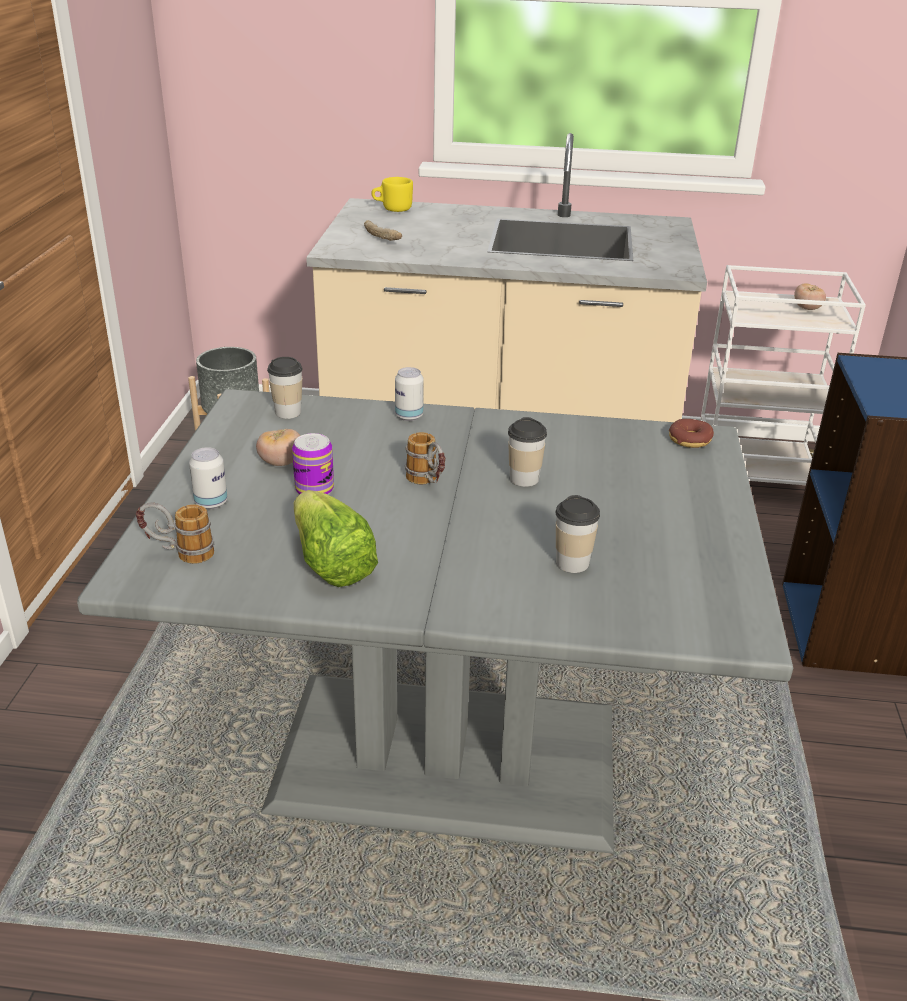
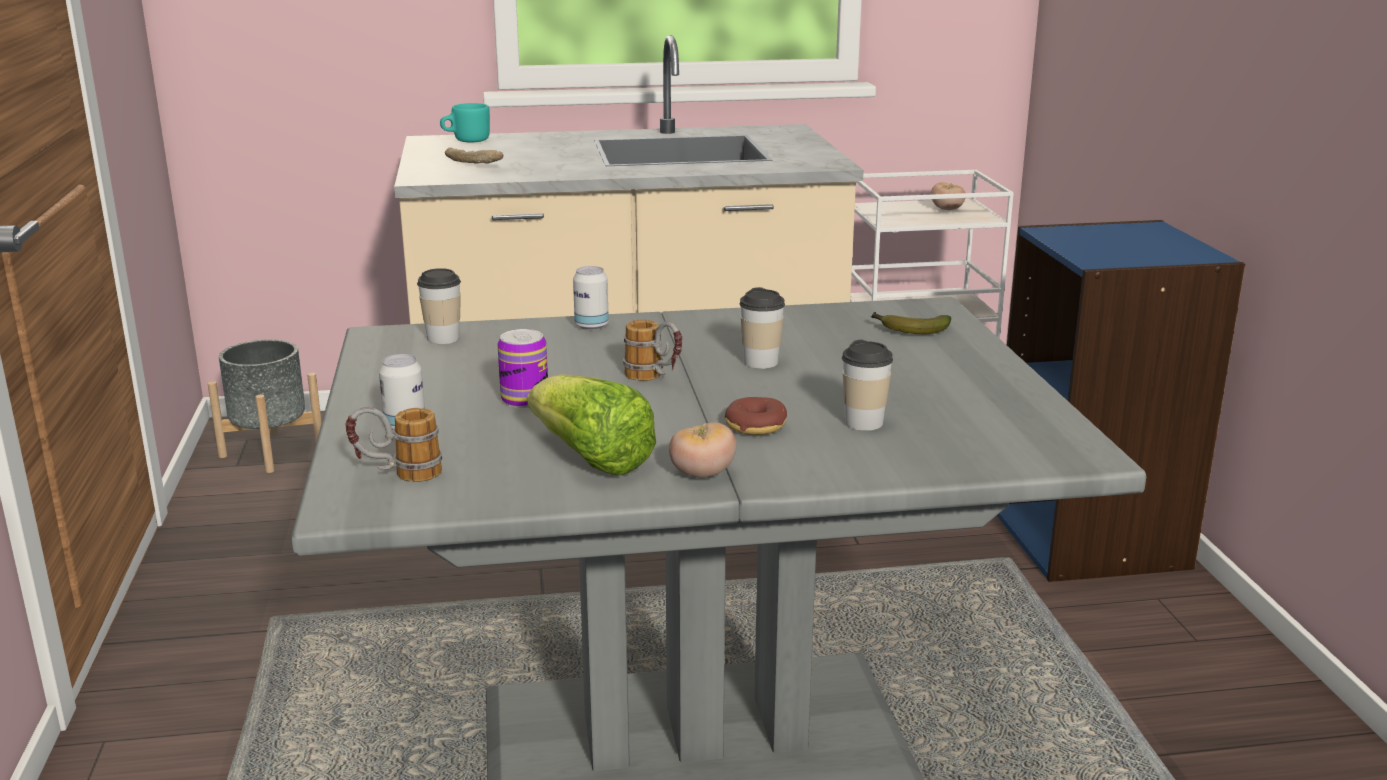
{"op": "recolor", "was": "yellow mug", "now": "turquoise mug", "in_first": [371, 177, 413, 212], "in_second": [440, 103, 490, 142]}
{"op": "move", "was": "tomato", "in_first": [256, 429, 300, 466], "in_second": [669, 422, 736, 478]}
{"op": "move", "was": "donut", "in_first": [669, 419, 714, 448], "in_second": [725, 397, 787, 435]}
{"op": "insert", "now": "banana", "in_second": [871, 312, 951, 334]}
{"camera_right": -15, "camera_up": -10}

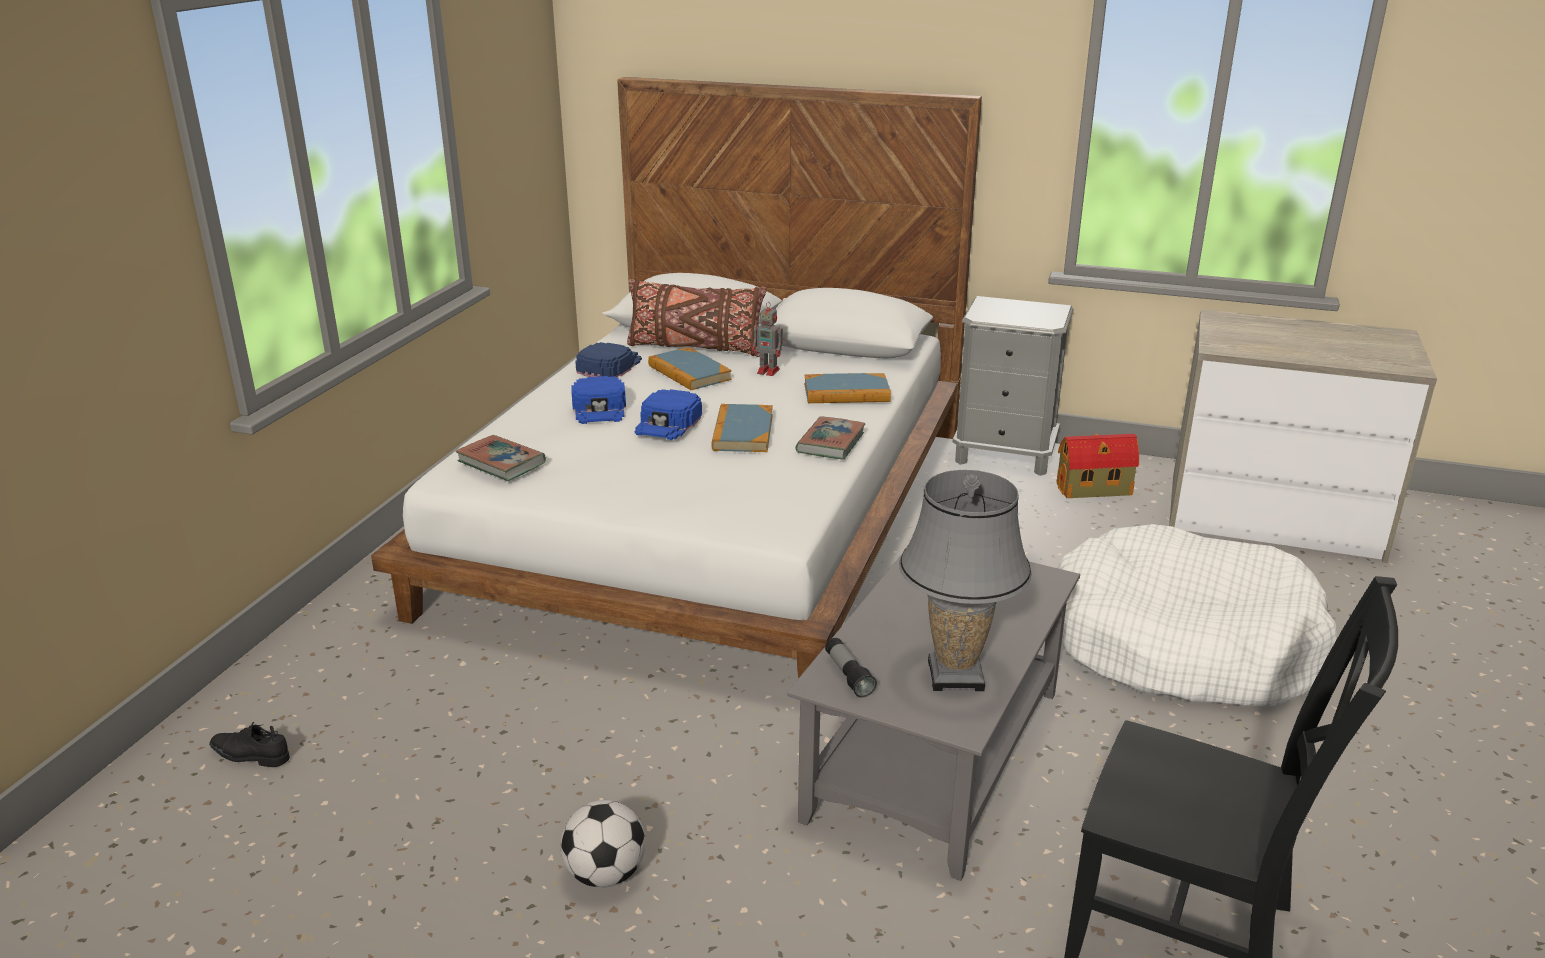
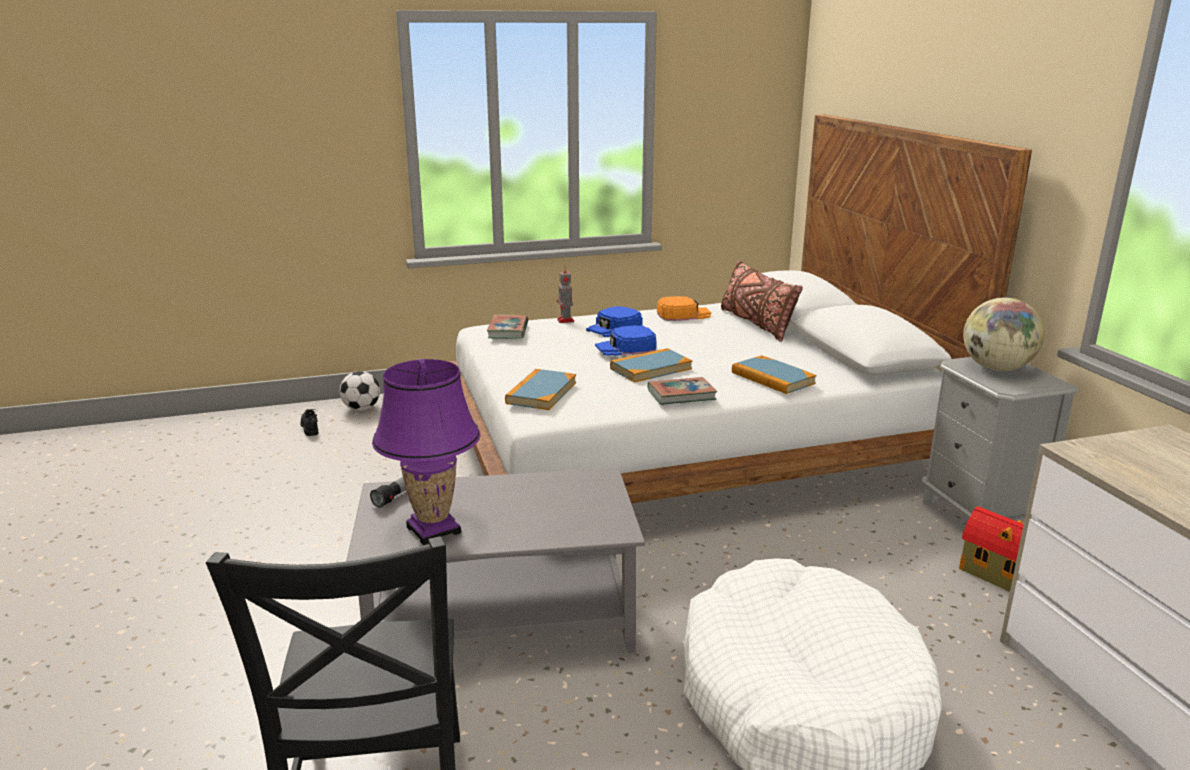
{"op": "move", "was": "football", "in_first": [561, 800, 646, 888], "in_second": [339, 371, 380, 411]}
{"op": "recolor", "was": "grey table lamp", "now": "purple table lamp", "in_first": [899, 470, 1032, 691], "in_second": [372, 359, 480, 545]}
{"op": "move", "was": "book", "in_first": [648, 347, 732, 390], "in_second": [505, 369, 576, 410]}
{"op": "move", "was": "toy robot", "in_first": [752, 302, 786, 376], "in_second": [557, 267, 575, 323]}
{"op": "recolor", "was": "blue cap", "now": "orange cap", "in_first": [575, 342, 642, 377], "in_second": [657, 296, 711, 321]}
{"op": "insert", "now": "globe", "in_second": [963, 297, 1044, 371]}
{"camera_right": 55, "camera_up": -5}

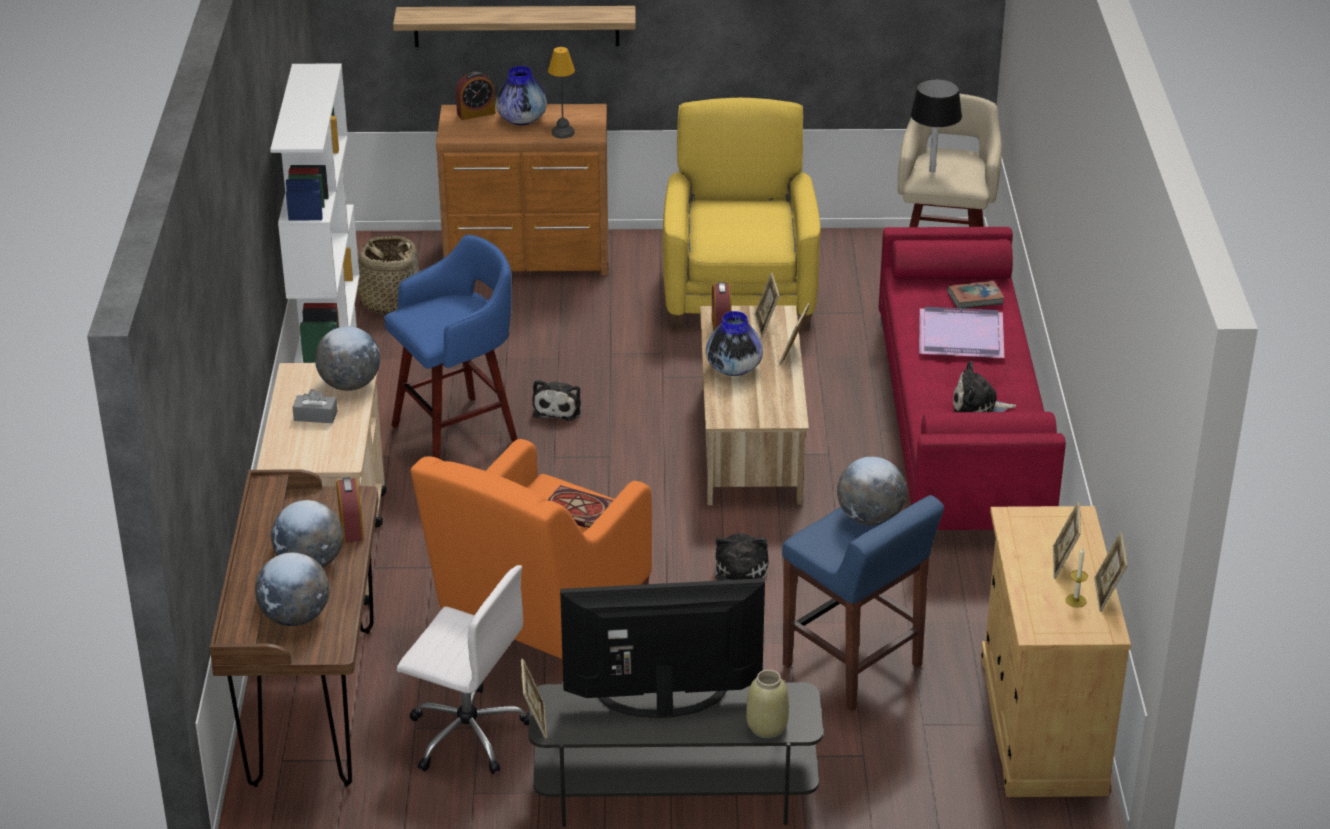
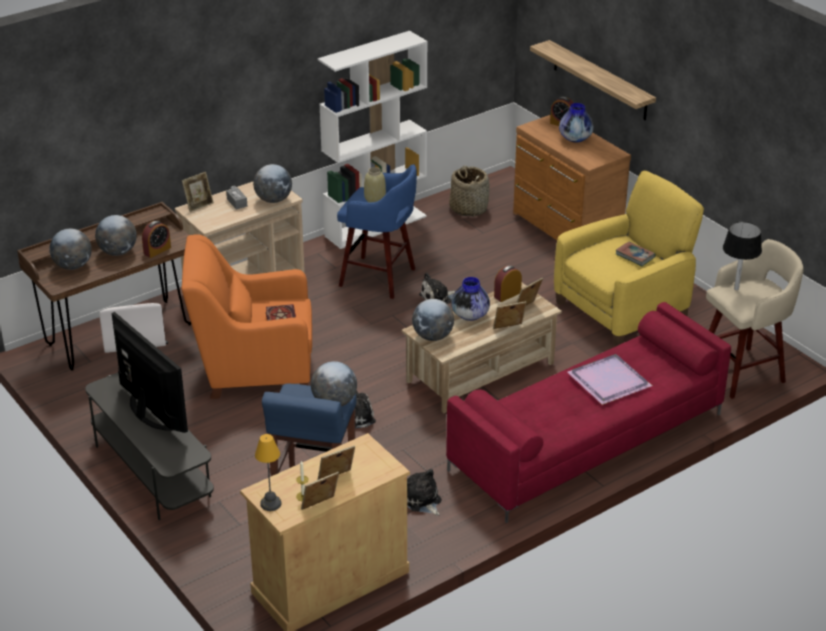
{"op": "move", "was": "picture frame", "in_first": [521, 658, 547, 739], "in_second": [182, 172, 214, 212]}
{"op": "move", "was": "table lamp", "in_first": [548, 47, 575, 139], "in_second": [255, 434, 282, 511]}
{"op": "move", "was": "beige vase", "in_first": [747, 670, 789, 738], "in_second": [364, 167, 386, 202]}
{"op": "move", "was": "plush toy", "in_first": [953, 361, 1016, 412], "in_second": [407, 469, 441, 516]}
{"op": "insert", "now": "globe", "in_second": [412, 299, 454, 341]}
{"op": "move", "was": "book", "in_first": [947, 281, 1004, 308], "in_second": [616, 242, 656, 266]}
{"camera_right": 55, "camera_up": 0}

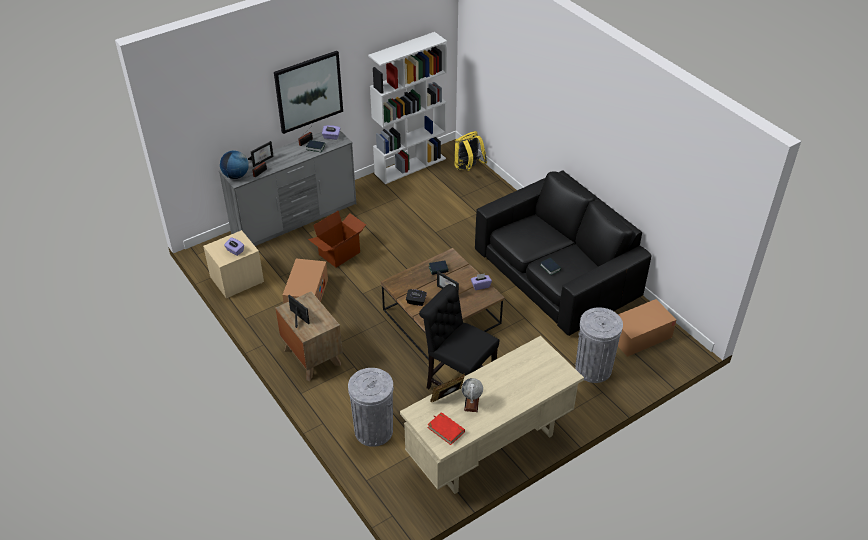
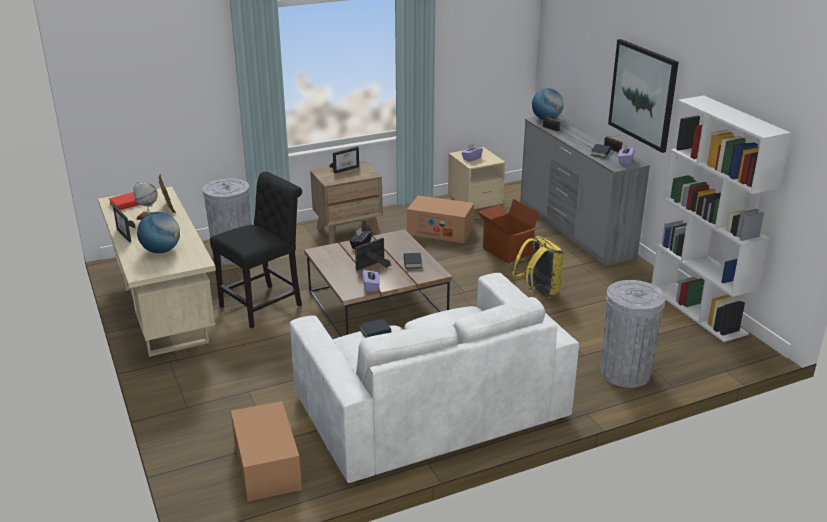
{"op": "move", "was": "picture frame", "in_first": [248, 141, 274, 167], "in_second": [113, 205, 135, 243]}
{"op": "insert", "now": "globe", "in_second": [137, 212, 180, 253]}
{"op": "recolor", "was": "black sofa", "now": "white sofa", "in_first": [475, 170, 652, 336], "in_second": [290, 273, 579, 483]}
{"op": "move", "was": "yellow backpack", "in_first": [454, 131, 487, 171], "in_second": [512, 236, 564, 298]}
{"op": "move", "was": "grey trash can", "in_first": [575, 307, 623, 383], "in_second": [601, 280, 666, 388]}
{"camera_right": 100, "camera_up": -15}

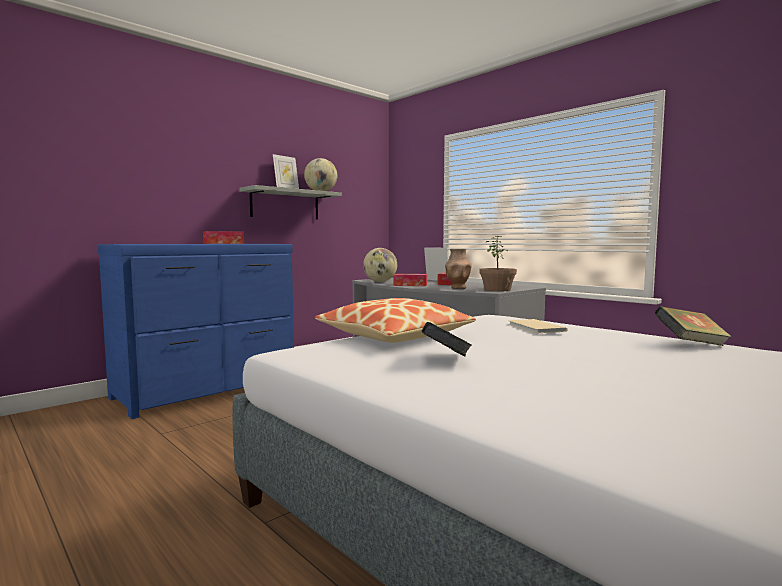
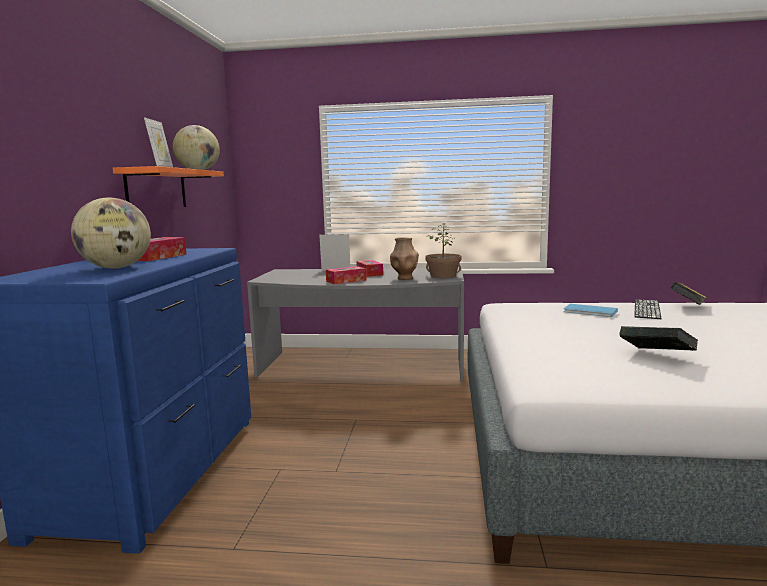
{"op": "move", "was": "globe", "in_first": [363, 248, 397, 282], "in_second": [71, 198, 151, 269]}
{"op": "recolor", "was": "grey shelf", "now": "orange shelf", "in_first": [239, 185, 342, 220], "in_second": [113, 166, 224, 207]}
{"op": "recolor", "was": "beige book", "now": "blue book", "in_first": [508, 319, 567, 333], "in_second": [563, 304, 618, 317]}
{"op": "insert", "now": "keyboard", "in_second": [634, 300, 661, 319]}
{"op": "delete", "was": "pillow", "in_first": [315, 298, 476, 343]}
{"camera_right": -40, "camera_up": 5}

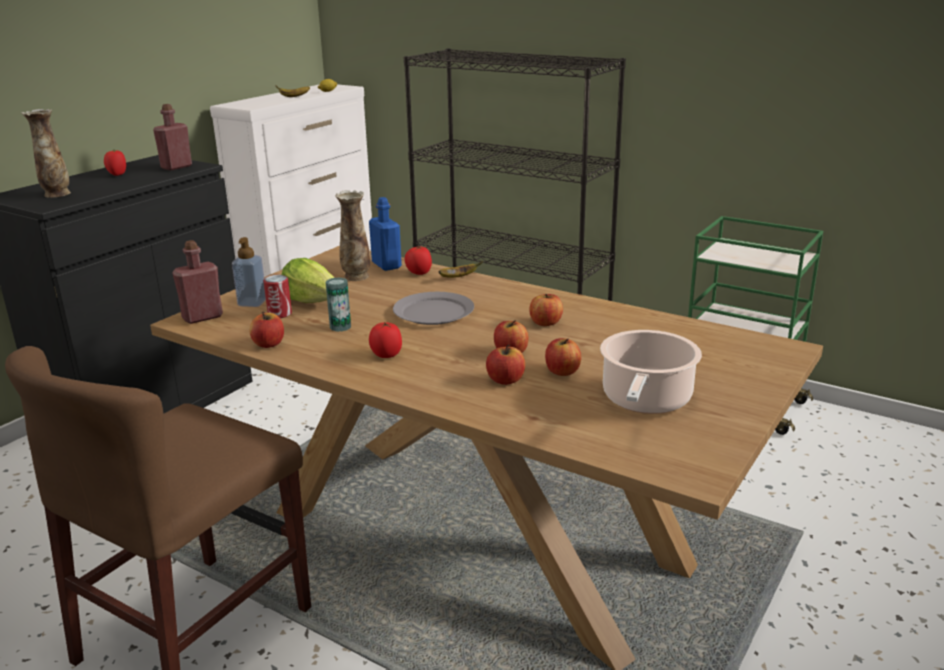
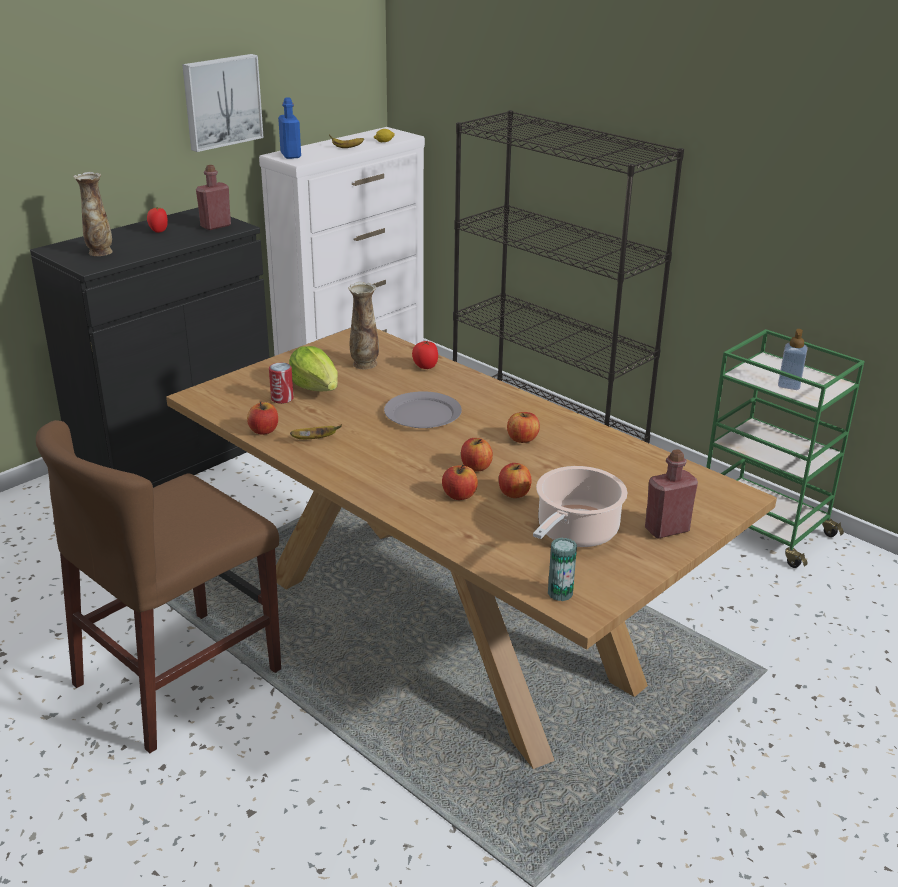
{"op": "insert", "now": "picture", "in_second": [182, 54, 264, 152]}
{"op": "move", "was": "blue bottle", "in_first": [369, 197, 402, 271], "in_second": [278, 97, 301, 159]}
{"op": "move", "was": "banana", "in_first": [439, 261, 483, 278], "in_second": [290, 425, 342, 439]}
{"op": "move", "was": "can", "in_first": [326, 277, 351, 332], "in_second": [548, 538, 577, 601]}
{"op": "move", "was": "red bottle", "in_first": [172, 240, 223, 324], "in_second": [645, 449, 698, 539]}
{"op": "move", "was": "soap dispenser", "in_first": [232, 237, 266, 307], "in_second": [778, 329, 808, 390]}
{"op": "delete", "was": "tomato", "in_first": [369, 322, 402, 358]}
{"camera_right": 10, "camera_up": 5}

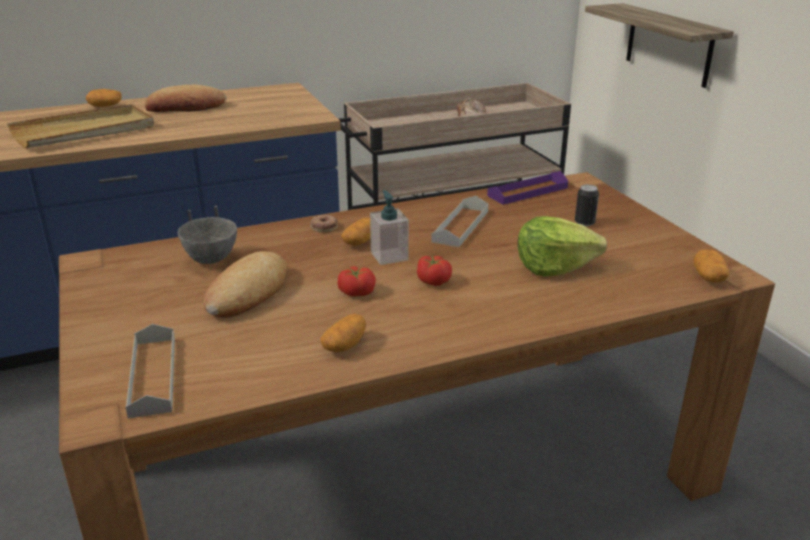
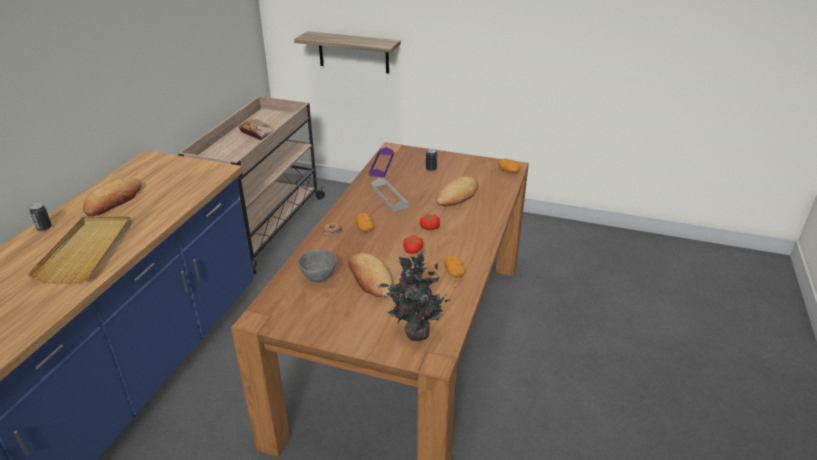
{"op": "replace", "was": "potato", "now": "can", "in_first": [86, 89, 122, 107], "in_second": [29, 203, 52, 231]}
{"op": "replace", "was": "grey tray", "now": "potted plant", "in_first": [125, 324, 175, 419], "in_second": [378, 249, 455, 341]}
{"op": "replace", "was": "lettuce", "now": "bread", "in_first": [518, 216, 607, 276], "in_second": [436, 176, 479, 206]}
{"op": "delete", "was": "soap dispenser", "in_first": [370, 190, 409, 265]}
{"camera_right": -50, "camera_up": 5}

